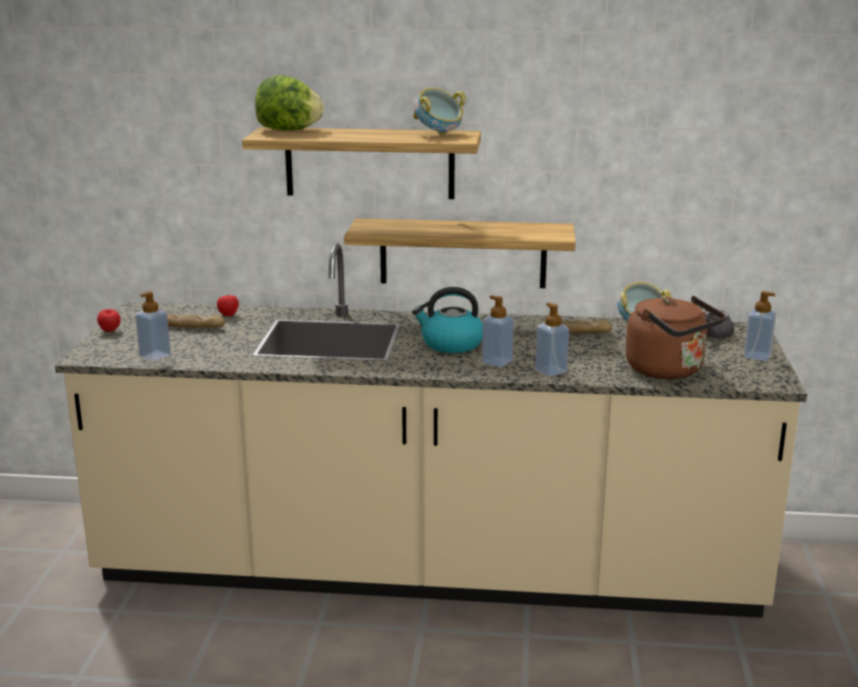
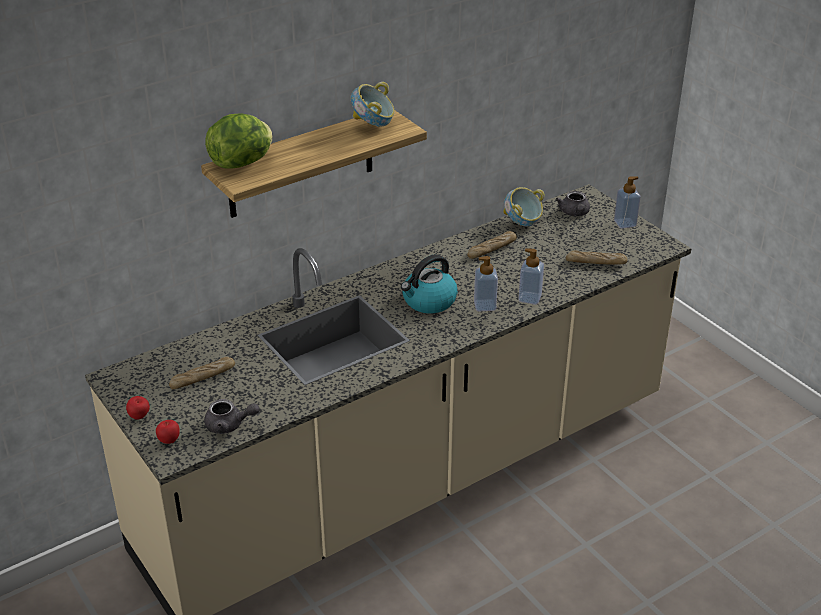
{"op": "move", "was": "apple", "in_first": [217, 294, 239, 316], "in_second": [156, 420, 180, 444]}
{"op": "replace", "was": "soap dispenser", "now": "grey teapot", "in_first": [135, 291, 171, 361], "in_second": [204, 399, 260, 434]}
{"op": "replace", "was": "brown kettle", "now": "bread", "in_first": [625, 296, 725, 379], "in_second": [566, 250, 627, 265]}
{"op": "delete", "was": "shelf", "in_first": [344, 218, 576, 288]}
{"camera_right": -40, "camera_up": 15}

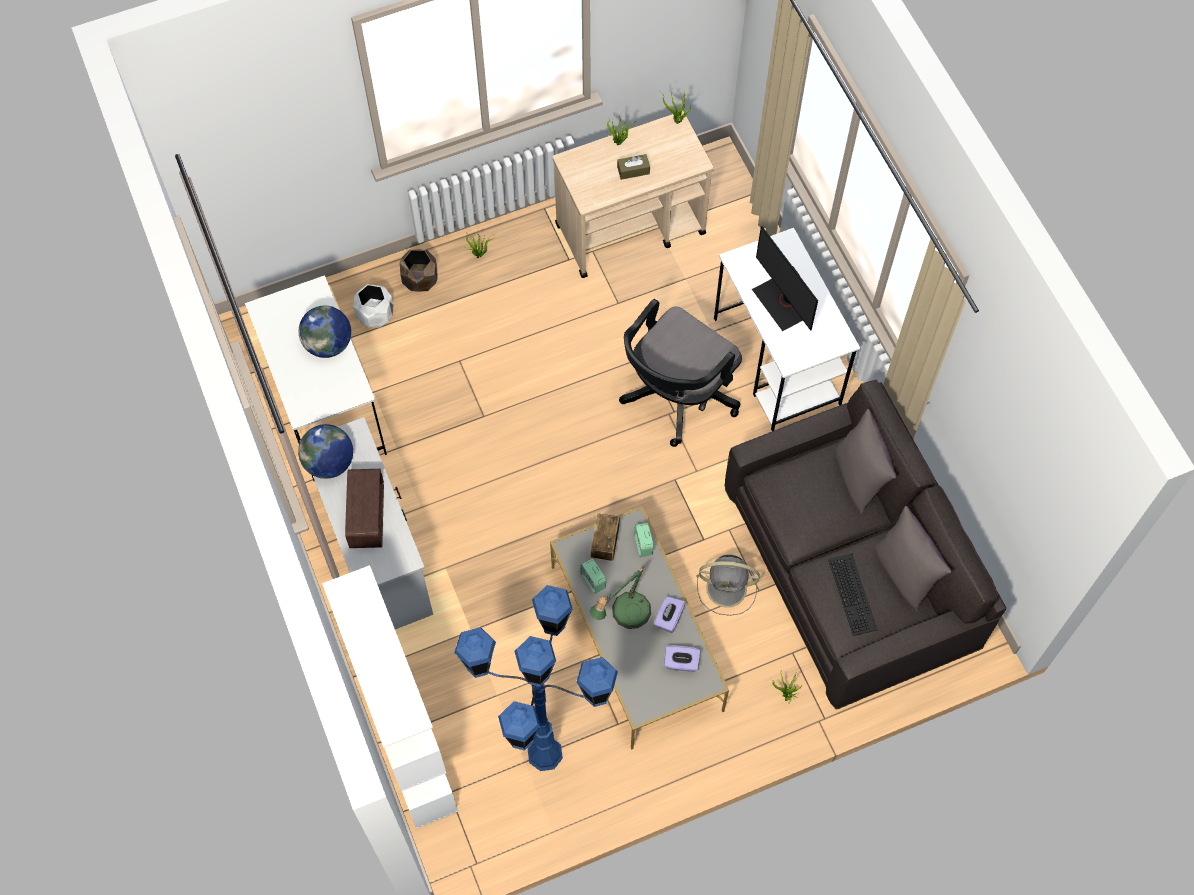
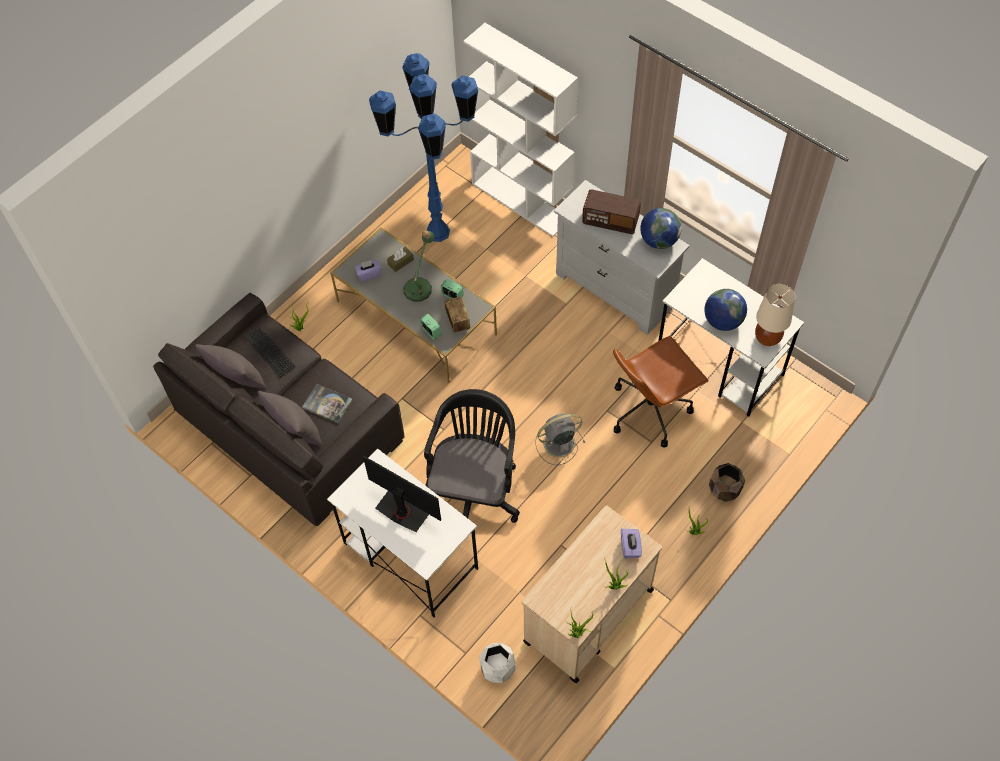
{"op": "insert", "now": "book", "in_second": [302, 384, 352, 423]}
{"op": "move", "was": "brown tissue box", "in_first": [617, 154, 650, 180], "in_second": [387, 247, 414, 272]}
{"op": "move", "was": "white planter", "in_first": [353, 284, 393, 328], "in_second": [479, 643, 516, 683]}
{"op": "move", "was": "grey fan", "in_first": [696, 555, 760, 616], "in_second": [535, 414, 585, 465]}
{"op": "rotate", "was": "radio", "in_first": [345, 469, 384, 548], "in_second": [582, 189, 641, 234], "clockwise": -45}
{"op": "insert", "now": "brown office chair", "in_second": [613, 336, 709, 447]}
{"op": "move", "was": "purple tissue box", "in_first": [654, 596, 686, 633], "in_second": [621, 529, 642, 559]}
{"op": "insert", "now": "beige table lamp", "in_second": [755, 284, 795, 346]}
{"camera_right": 155, "camera_up": -5}

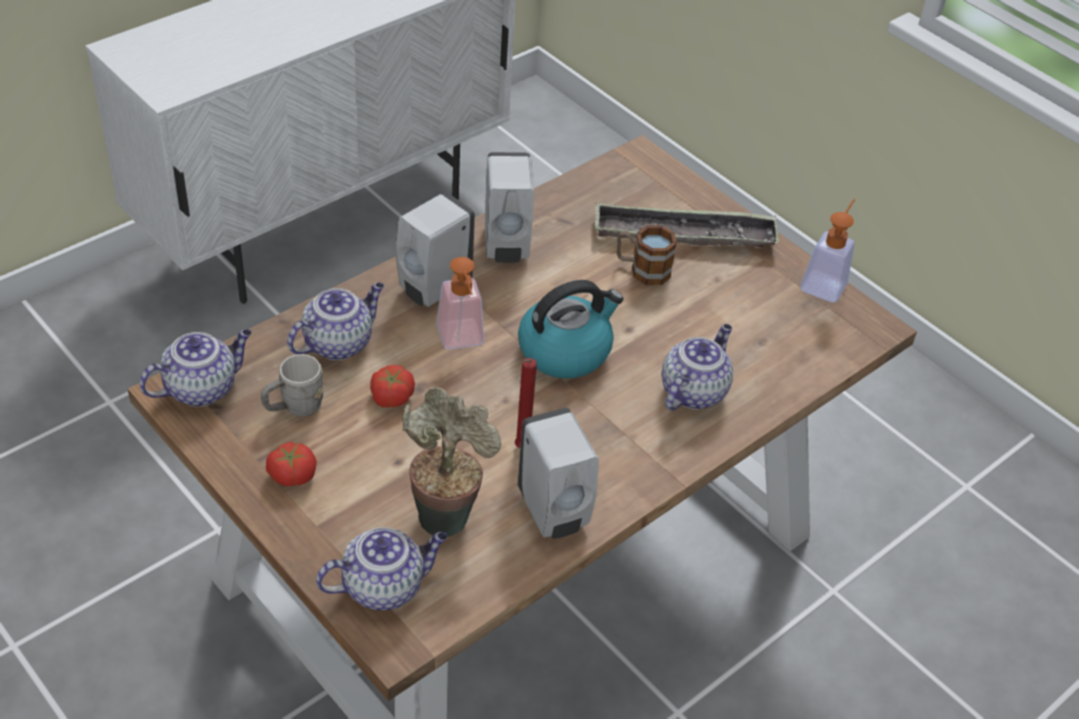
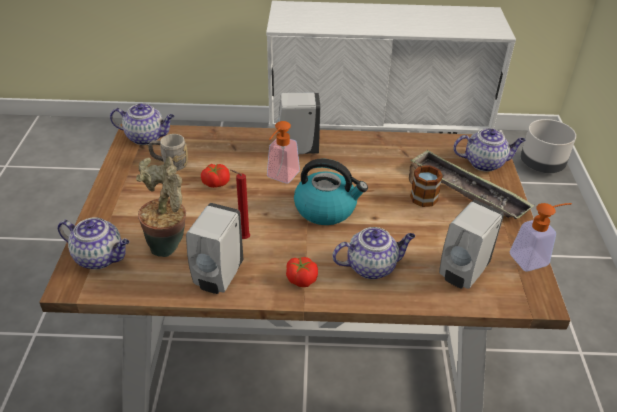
{"op": "move", "was": "tomato", "in_first": [266, 442, 317, 486], "in_second": [286, 257, 318, 287]}
{"op": "move", "was": "white soap dispenser", "in_first": [485, 152, 534, 263], "in_second": [439, 200, 504, 289]}
{"op": "move", "was": "teapot", "in_first": [287, 282, 384, 360], "in_second": [453, 128, 526, 172]}
{"op": "insert", "now": "grey planter", "in_second": [521, 119, 576, 173]}
{"camera_right": 45, "camera_up": -5}

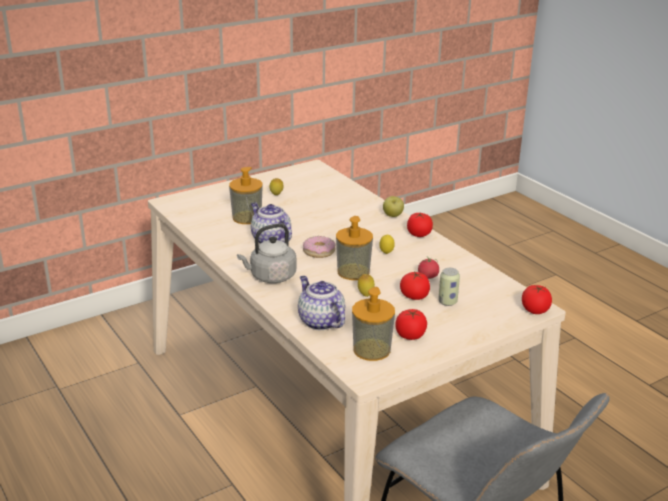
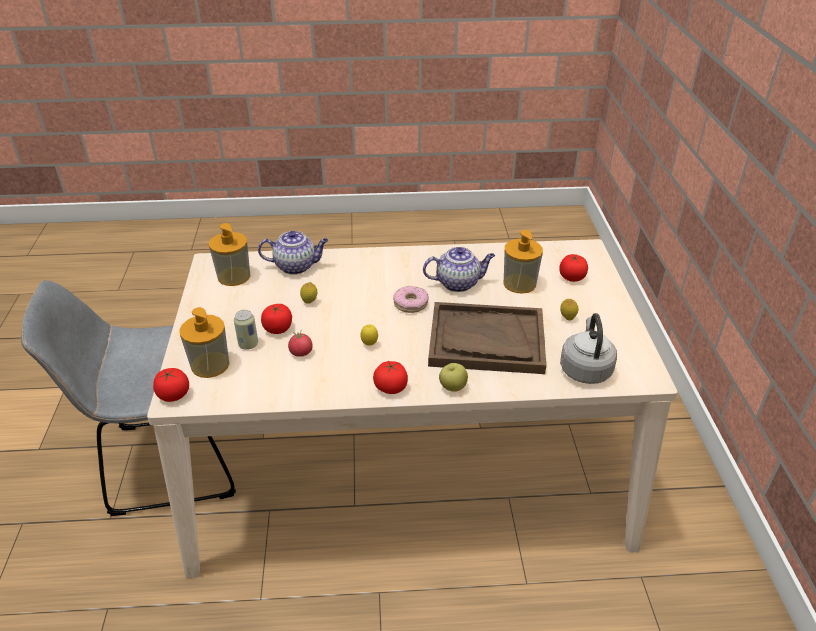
{"op": "move", "was": "soap dispenser", "in_first": [336, 216, 373, 280], "in_second": [179, 307, 229, 378]}
{"op": "insert", "now": "brown tray", "in_second": [428, 302, 546, 374]}
{"op": "move", "was": "tomato", "in_first": [395, 309, 427, 340], "in_second": [559, 254, 588, 282]}
{"op": "move", "was": "grey kettle", "in_first": [237, 224, 296, 283], "in_second": [560, 313, 617, 384]}
{"camera_right": 120, "camera_up": 10}

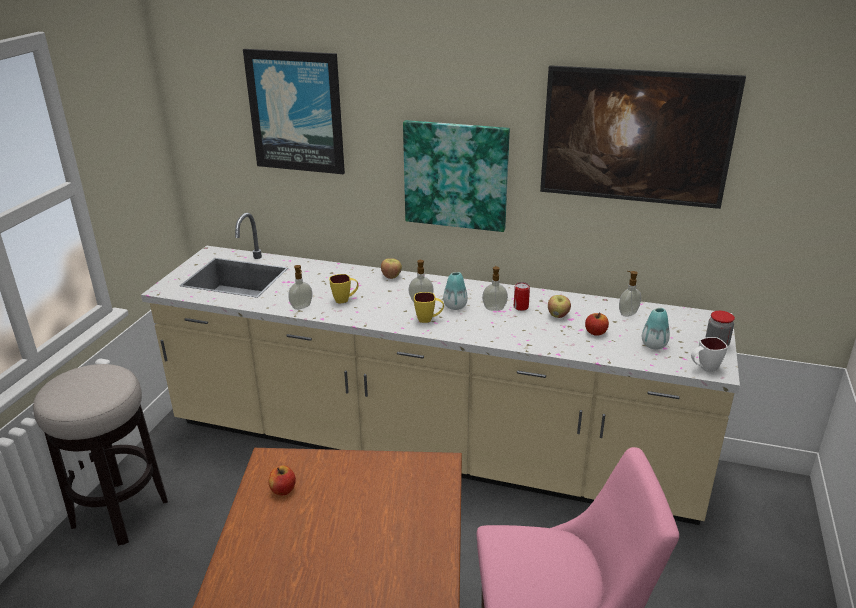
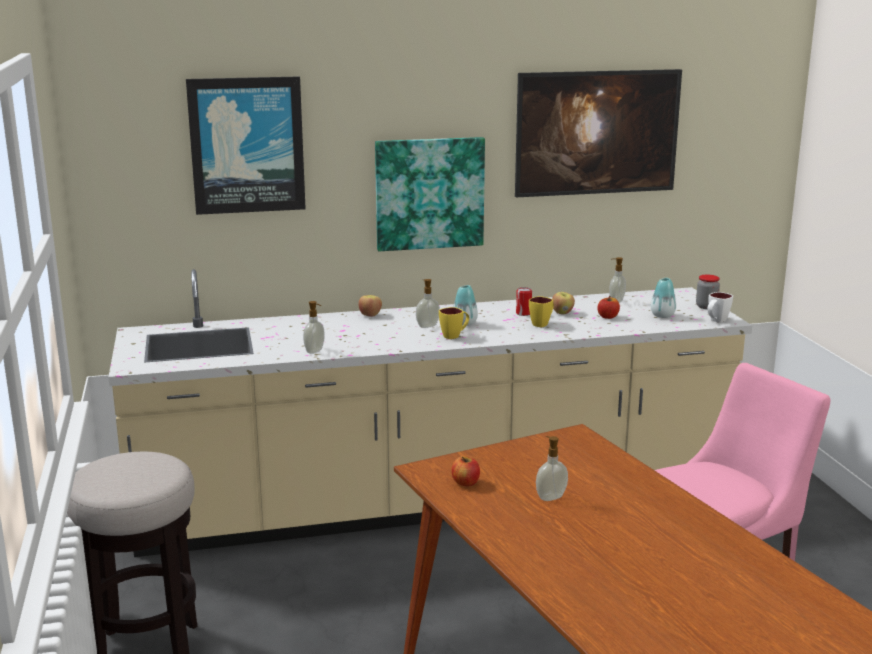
{"op": "move", "was": "yellow mug", "in_first": [329, 274, 359, 304], "in_second": [529, 296, 554, 328]}
{"op": "move", "was": "soap dispenser", "in_first": [482, 266, 508, 311], "in_second": [536, 436, 568, 501]}
{"camera_right": -30, "camera_up": -10}

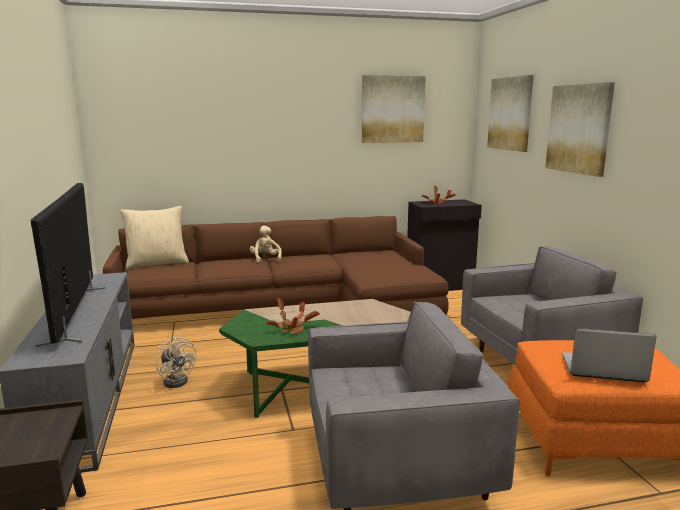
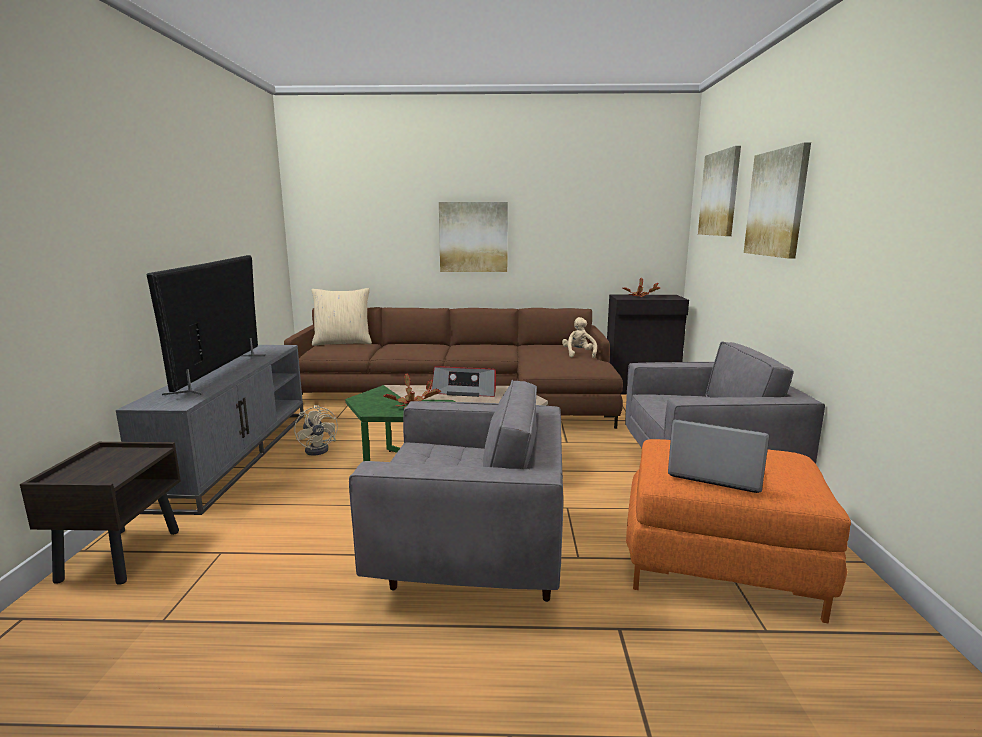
{"op": "insert", "now": "radio", "in_second": [431, 366, 496, 397]}
{"op": "move", "was": "picture", "in_first": [362, 75, 426, 143], "in_second": [439, 202, 508, 272]}
{"op": "move", "was": "beige plush toy", "in_first": [250, 225, 282, 263], "in_second": [562, 317, 597, 358]}
{"camera_right": 15, "camera_up": 0}

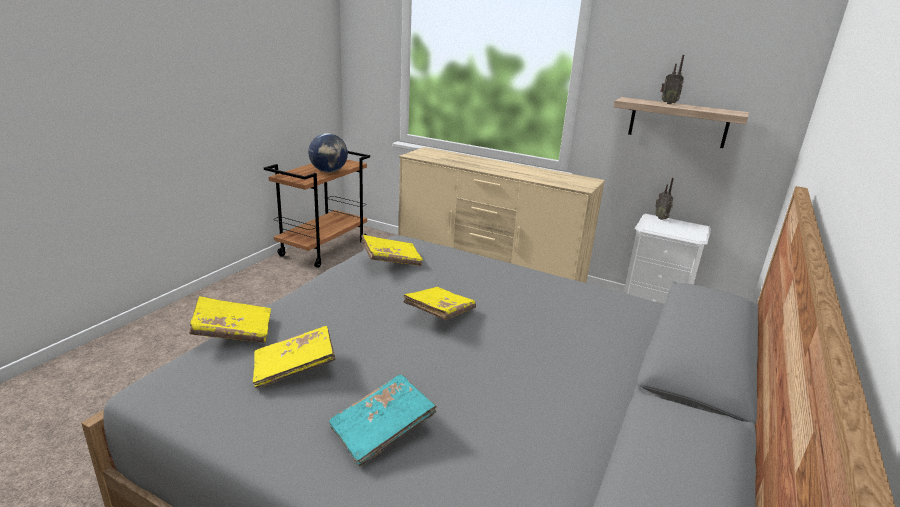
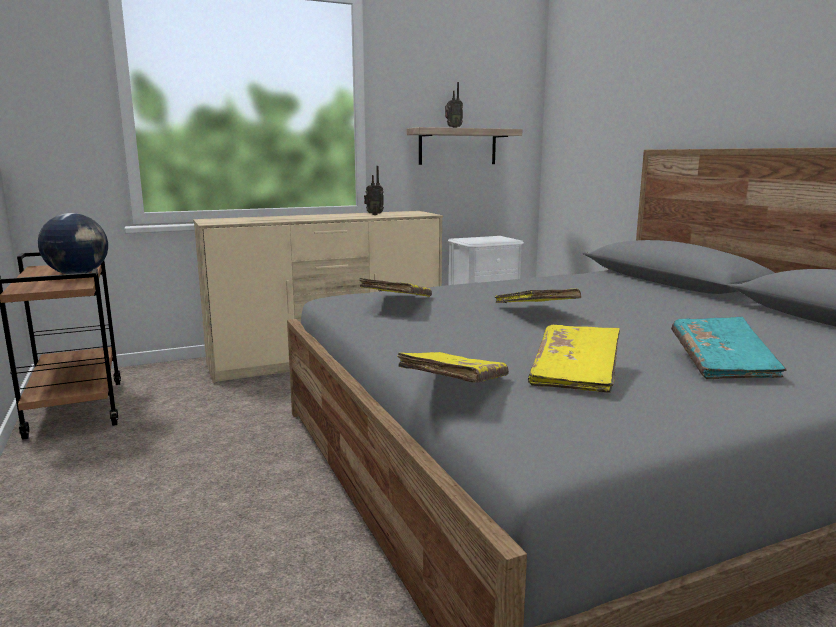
{"op": "move", "was": "radio", "in_first": [655, 178, 674, 220], "in_second": [364, 166, 384, 215]}
{"camera_right": -50, "camera_up": -10}

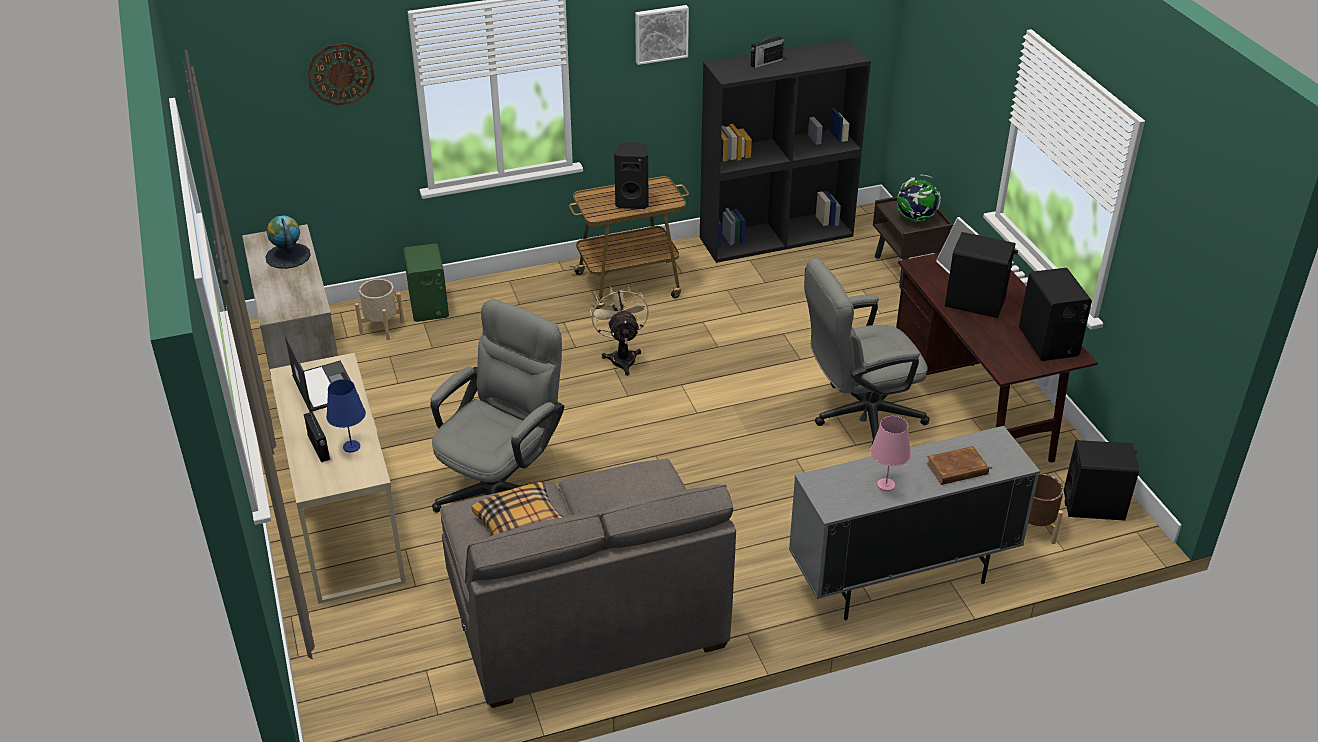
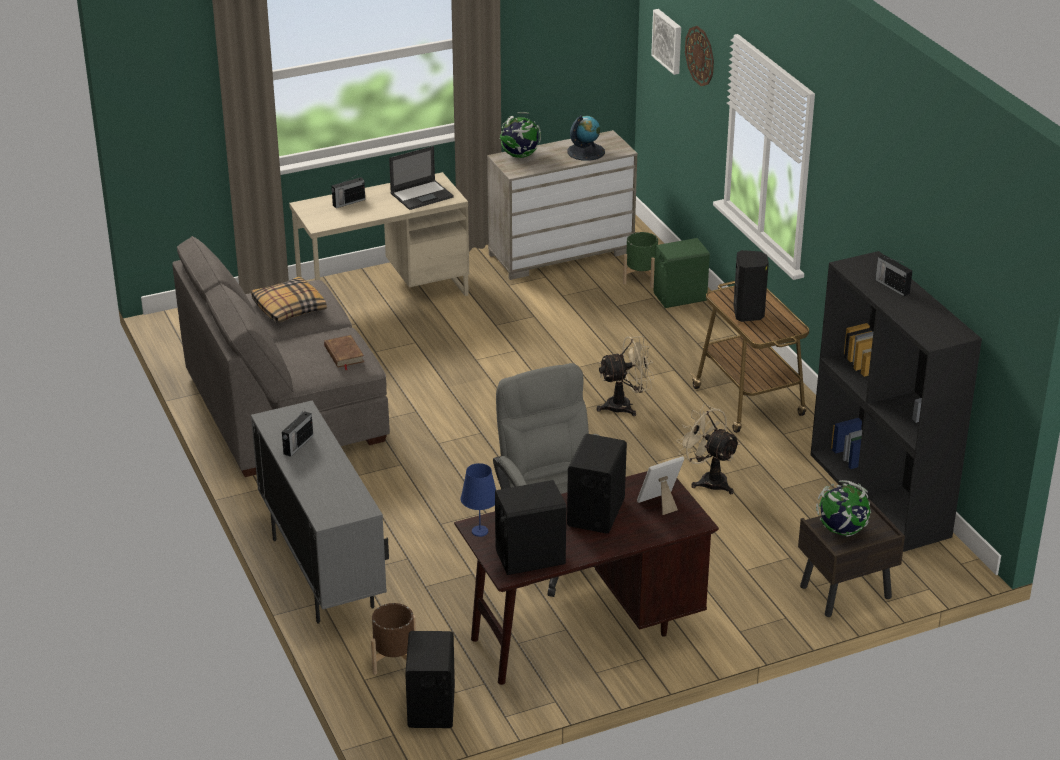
{"op": "replace", "was": "pink table lamp", "now": "radio", "in_first": [870, 416, 911, 491], "in_second": [282, 410, 313, 457]}
{"op": "move", "was": "brown book", "in_first": [926, 446, 993, 485], "in_second": [324, 335, 364, 371]}
{"op": "move", "was": "blue table lamp", "in_first": [326, 379, 366, 453], "in_second": [461, 463, 496, 537]}
{"op": "insert", "now": "globe", "in_second": [499, 112, 541, 158]}
{"op": "recolor", "was": "beige planter", "now": "green planter", "in_first": [355, 279, 404, 340], "in_second": [623, 232, 660, 288]}
{"op": "move", "was": "picture", "in_first": [635, 5, 689, 65], "in_second": [651, 9, 681, 75]}
{"op": "insert", "now": "beige fan", "in_second": [676, 404, 740, 494]}
{"op": "delete", "was": "grey office chair", "in_first": [430, 299, 564, 513]}
{"camera_right": 85, "camera_up": -5}

